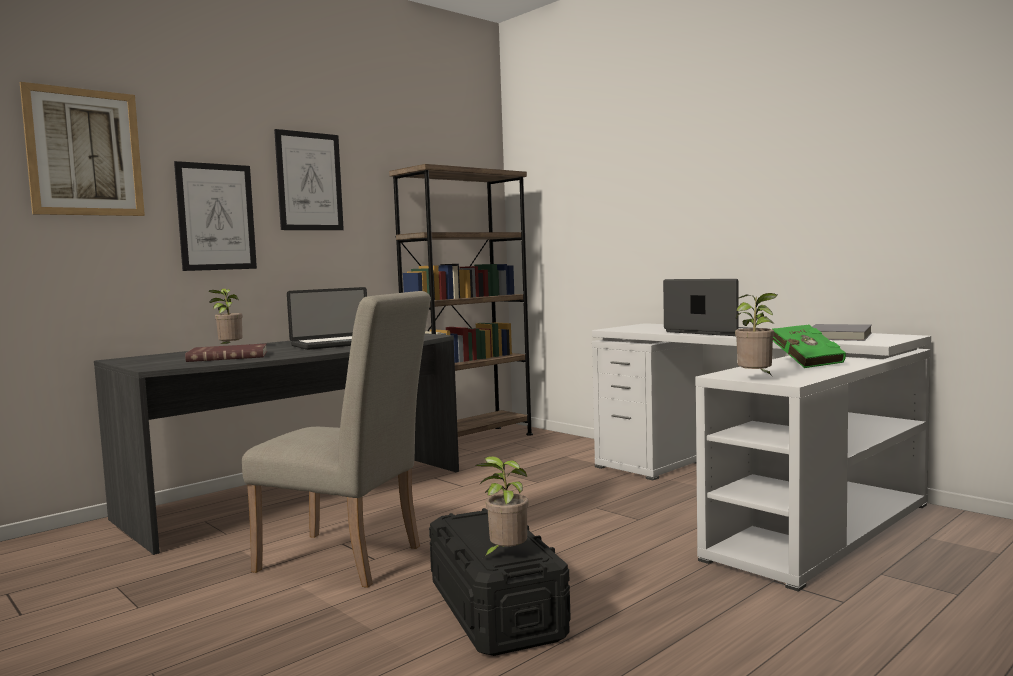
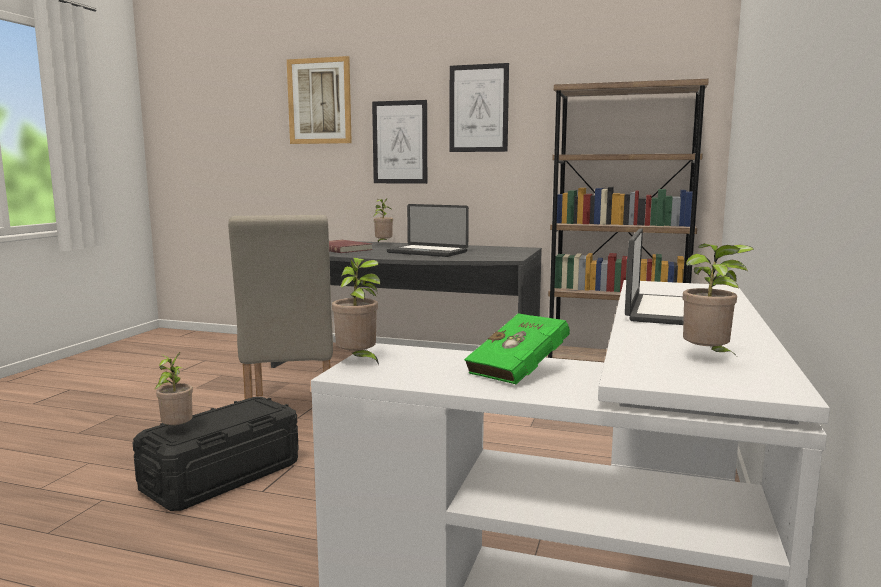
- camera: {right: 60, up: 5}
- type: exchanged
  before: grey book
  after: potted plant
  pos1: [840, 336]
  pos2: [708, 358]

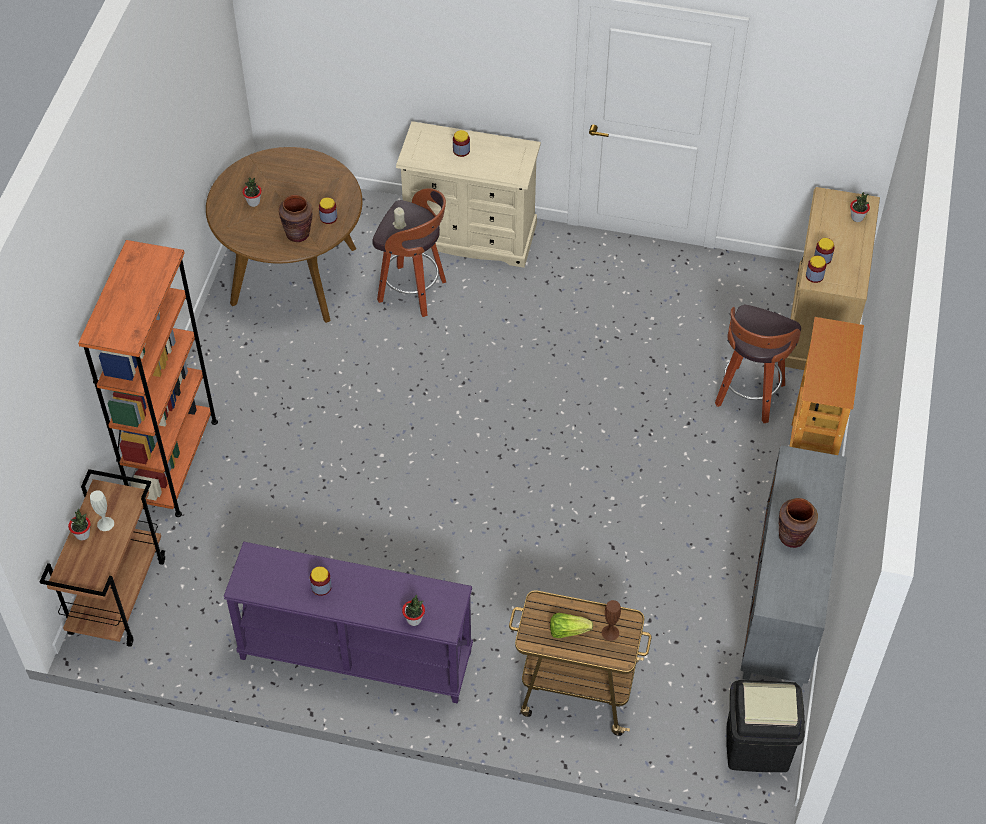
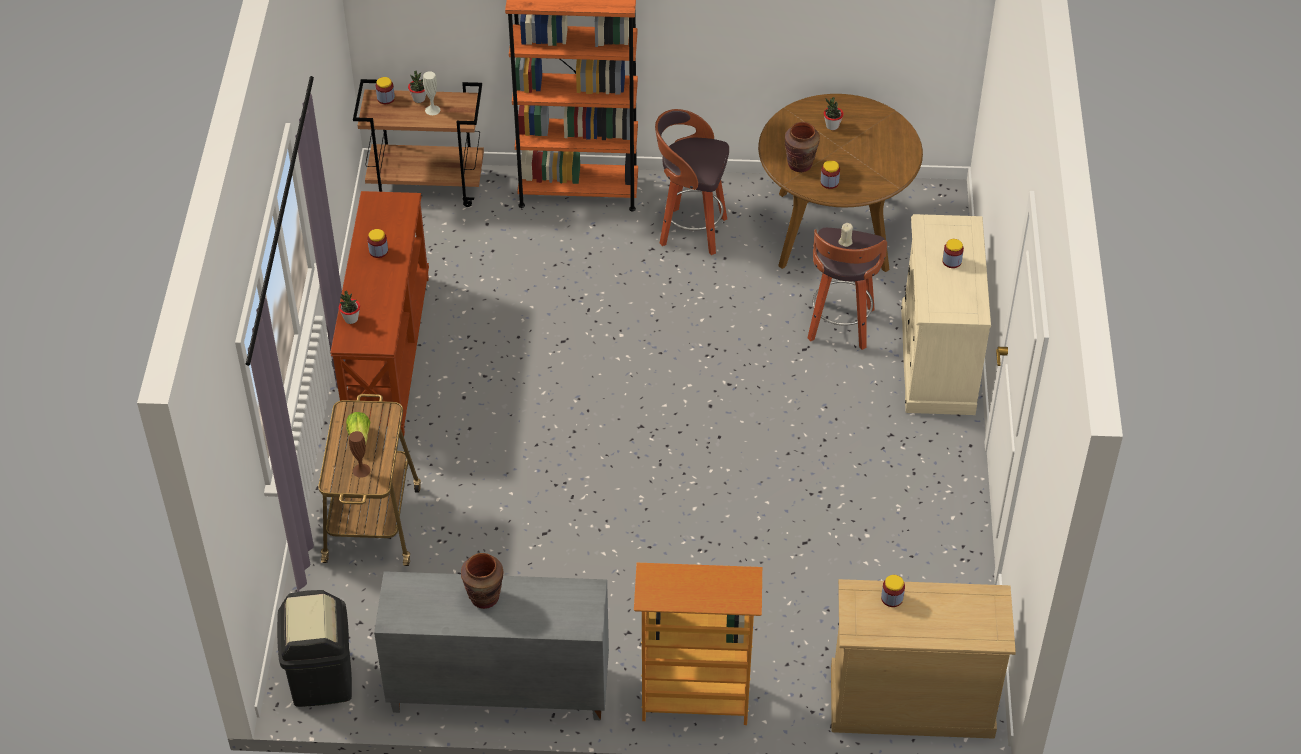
- camera: {right: 80, up: -5}
- type: missing
  before: potted plant
  pos1: [857, 217]
- type: relocated
  before: jar
  pos1: [814, 276]
  pos2: [386, 98]
- type: relocated
  before: stool
  pos1: [749, 396]
  pos2: [691, 231]
- type: colour
  before: purple console table
  after: brown console table
  pos1: [355, 656]
  pos2: [387, 353]

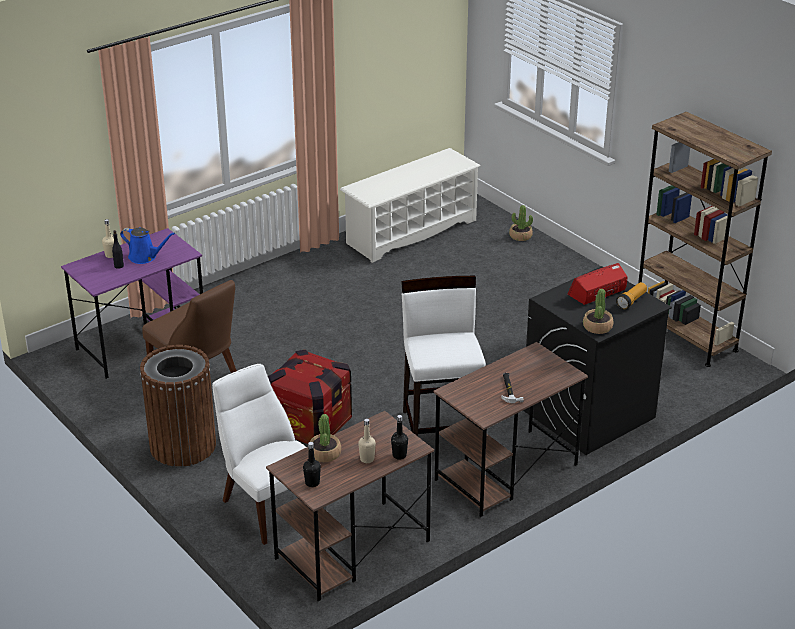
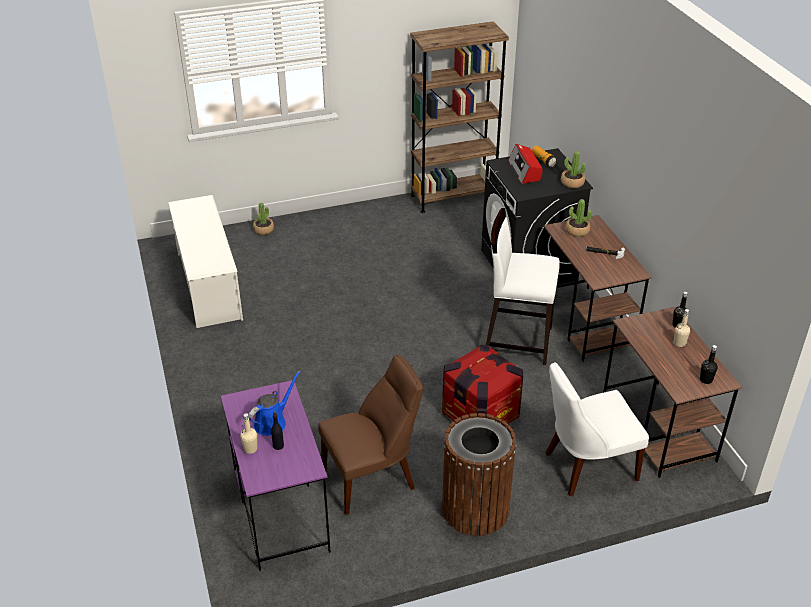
- camera: {right: -70, up: 5}
- type: relocated
  before: potted plant
  pos1: [324, 453]
  pos2: [577, 231]

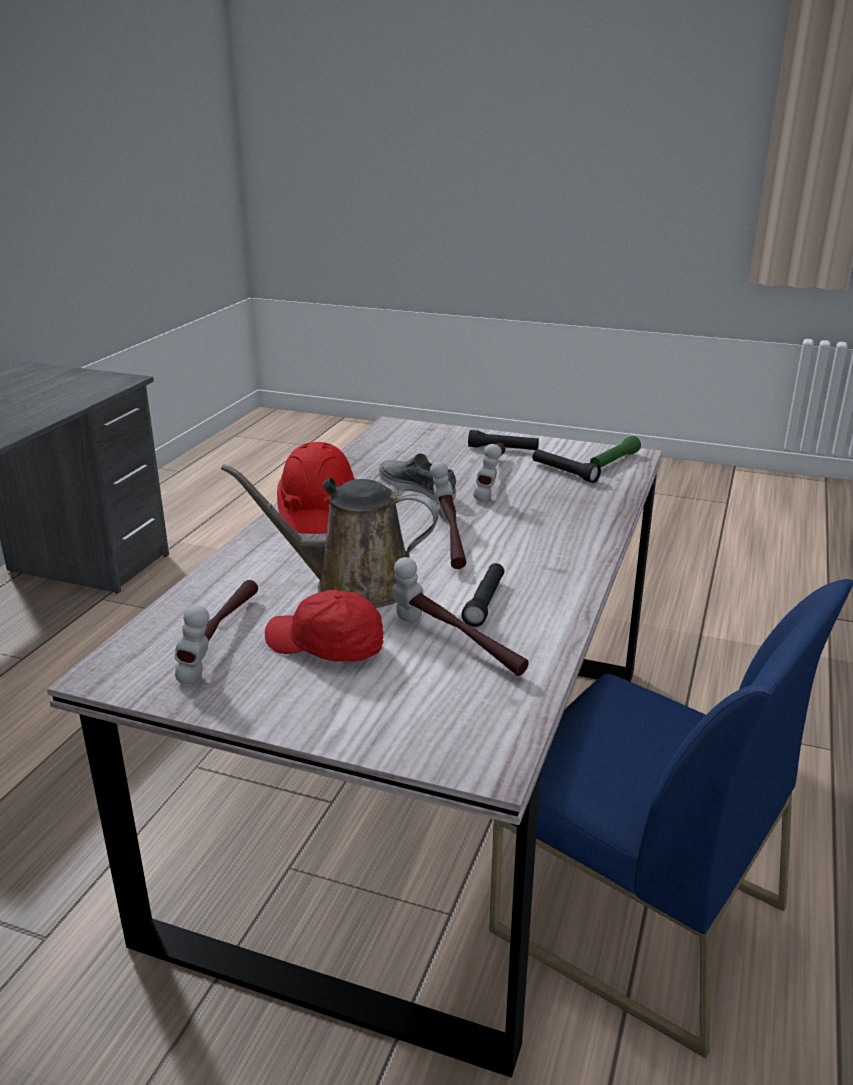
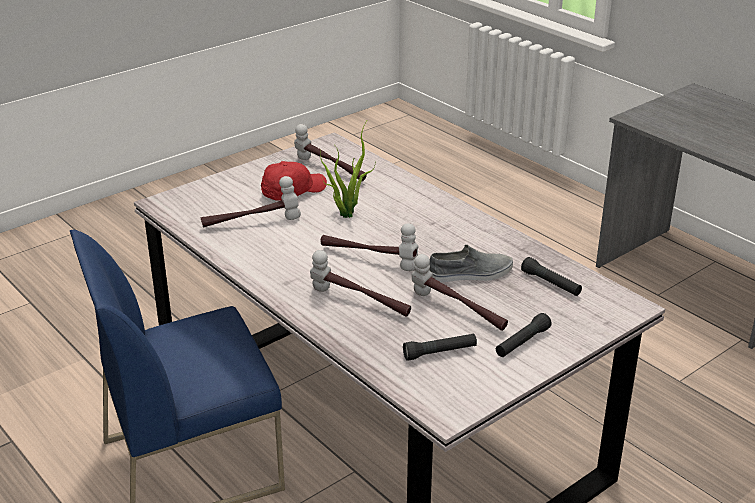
- camera: {right: 120, up: 5}
- type: missing
  before: green flashlight
  pos1: [614, 461]
- type: missing
  before: red hard hat
  pos1: [317, 512]
- type: exchanged
  before: brown watering can
  after: potted plant
  pos1: [353, 585]
  pos2: [346, 212]
- type: relocated
  before: black flashlight
  pos1: [485, 602]
  pos2: [551, 283]
- type: appeared
  after: hammer
  pos2: [359, 303]

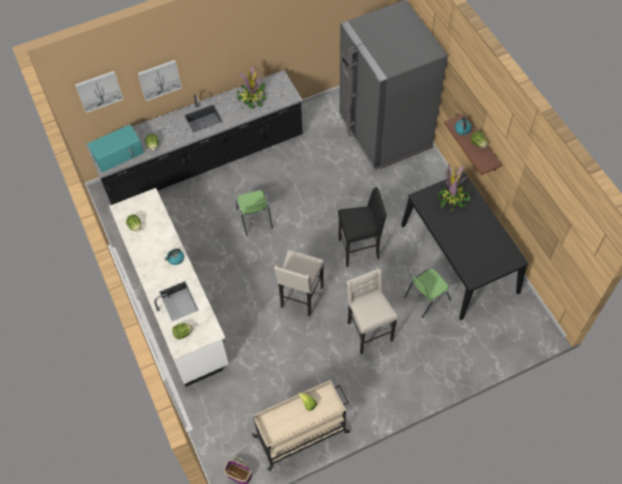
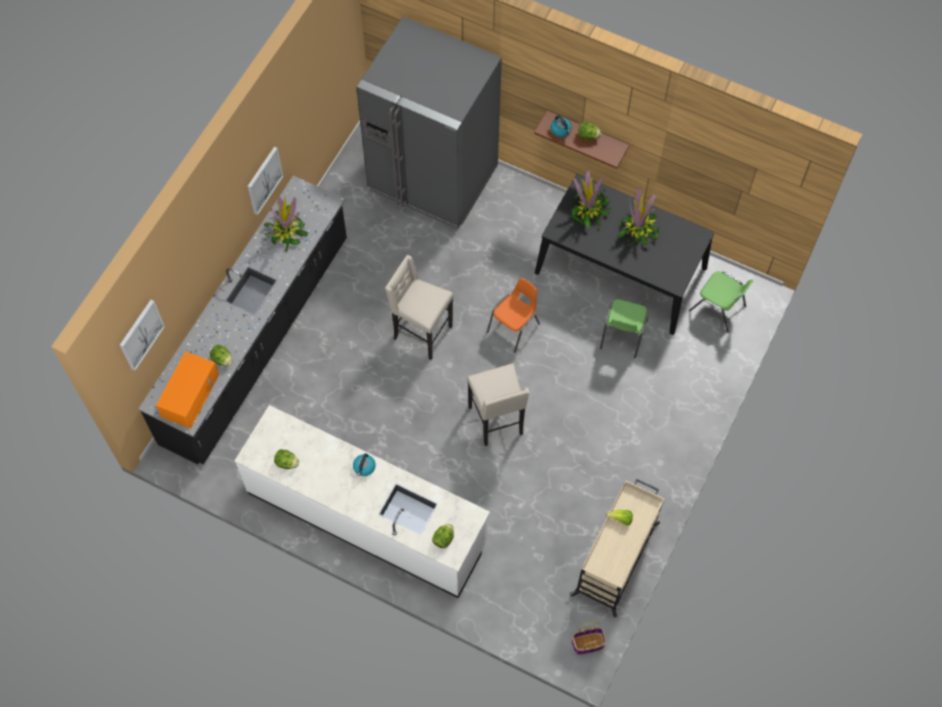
- camera: {right: -40, up: 5}
- type: relocated
  before: picture
  pos1: [159, 79]
  pos2: [264, 180]
- type: colour
  before: turquoise microwave
  after: orange microwave
  pos1: [119, 154]
  pos2: [190, 394]
- type: exchanged
  before: black stool
  after: orange chair
  pos1: [360, 249]
  pos2: [514, 328]
- type: relocated
  before: green chair
  pos1: [255, 219]
  pos2: [718, 309]
- type: relocated
  before: beige stool
  pos1: [368, 331]
  pos2: [421, 333]
- type: appeared
  after: potted plant
  pos2: [638, 230]

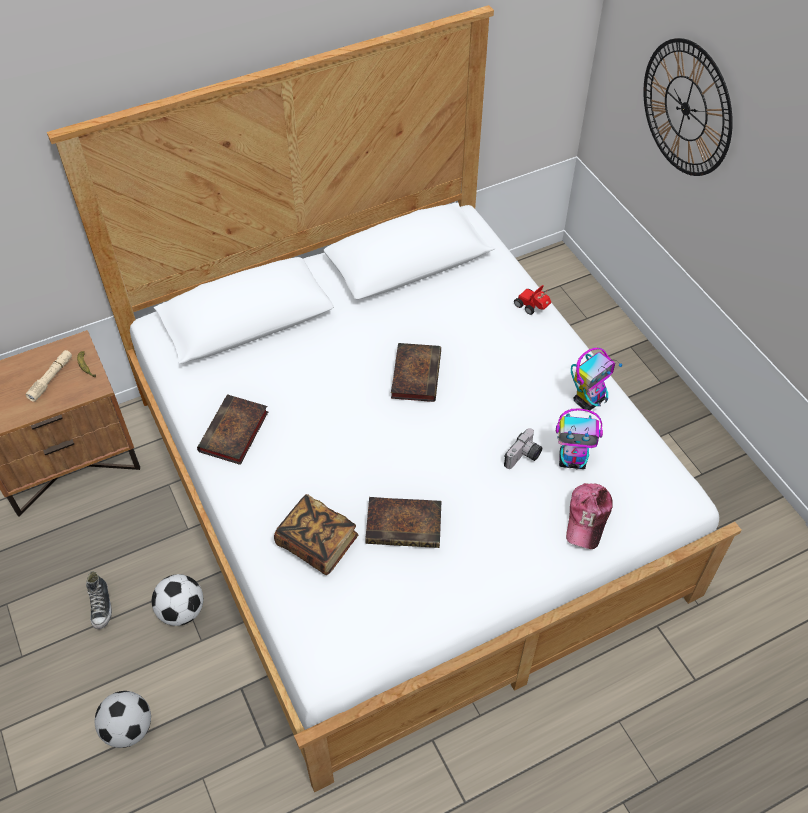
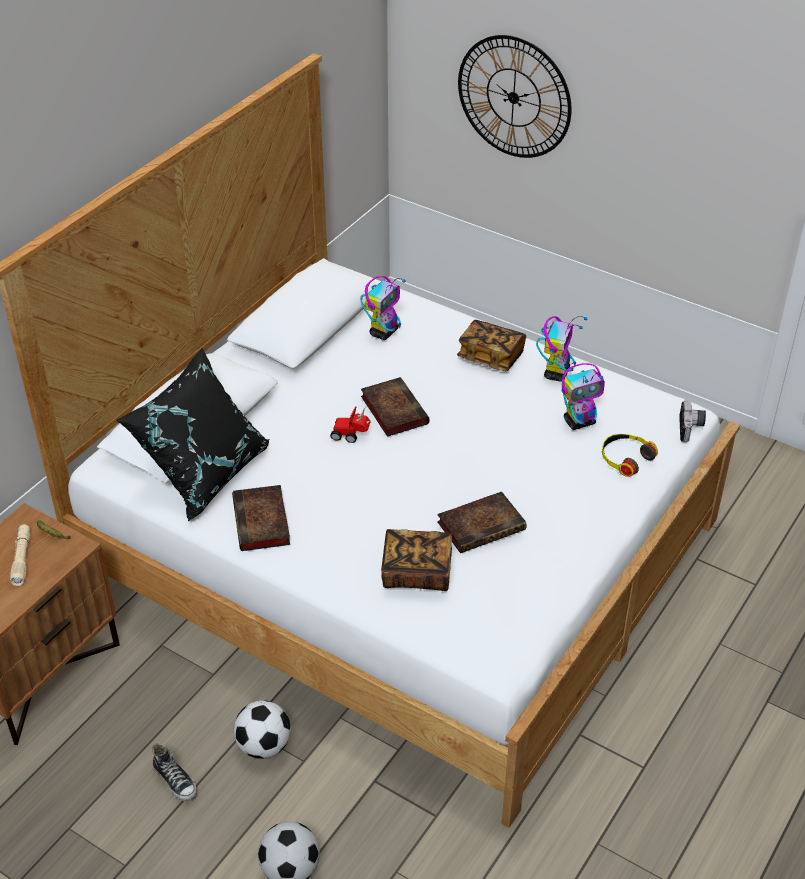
- camera: {right: -30, up: -10}
- type: relocated
  before: toy car
  pos1: [533, 307]
  pos2: [351, 434]
- type: relocated
  before: photo camera
  pos1: [524, 457]
  pos2: [691, 428]
- type: exchanged
  before: cap
  after: headphones
  pos1: [587, 518]
  pos2: [625, 458]
- type: appeared
  after: toy robot
  pos2: [384, 332]
- type: appeared
  after: book
  pos2: [491, 356]
- type: appeared
  after: black pillow
  pos2: [204, 471]

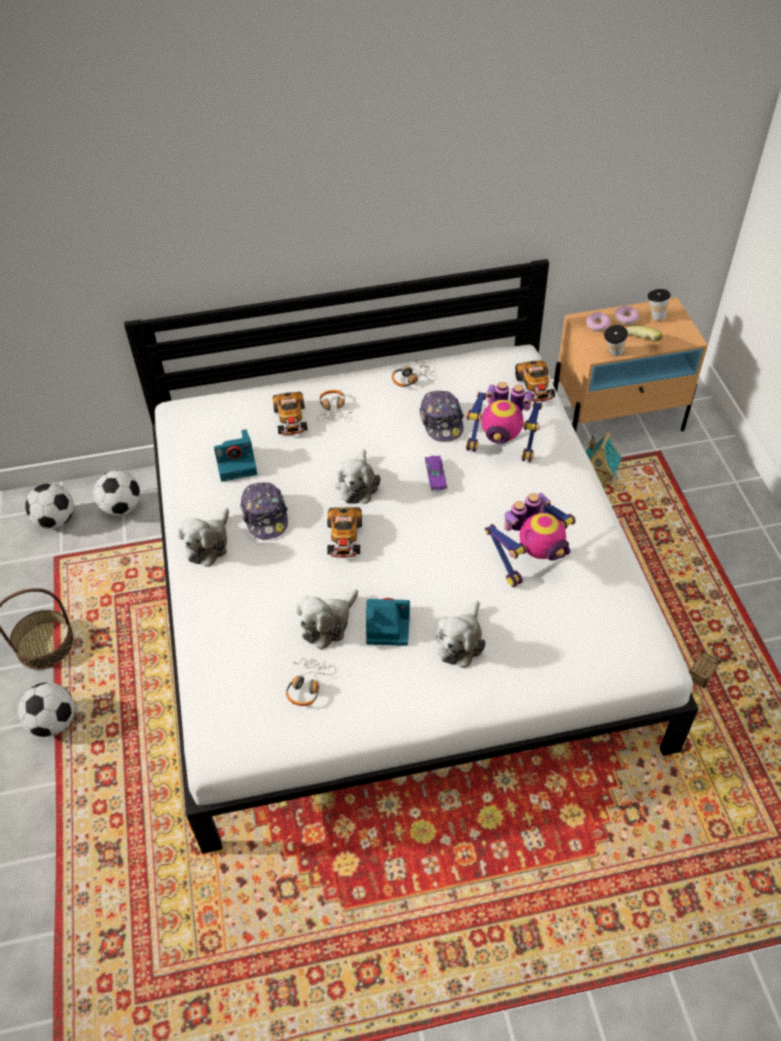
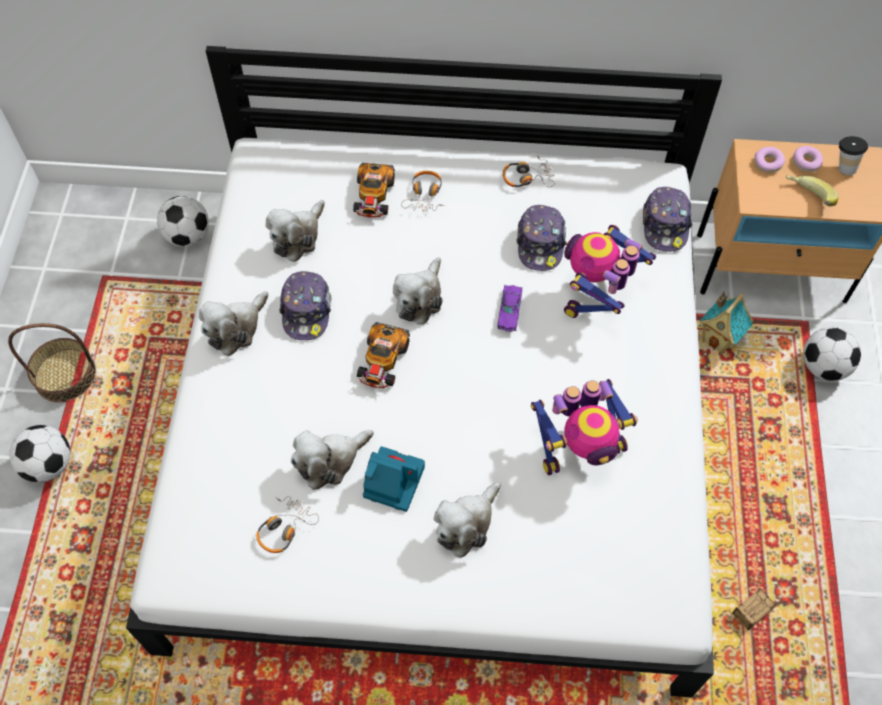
- camera: {right: 15, up: 10}
- type: missing
  before: cup
  pos1: [612, 354]
- type: exchanged
  before: toy car
  after: cap
  pos1: [535, 387]
  pos2: [665, 225]
- type: spun
  before: toy robot
  pos1: [501, 448]
  pos2: [597, 294]
  turn: 90
- type: exchanged
  before: photo camera
  after: plush toy
  pos1: [237, 463]
  pos2: [298, 237]
- type: relocated
  before: football
  pos1: [56, 520]
  pos2: [823, 367]

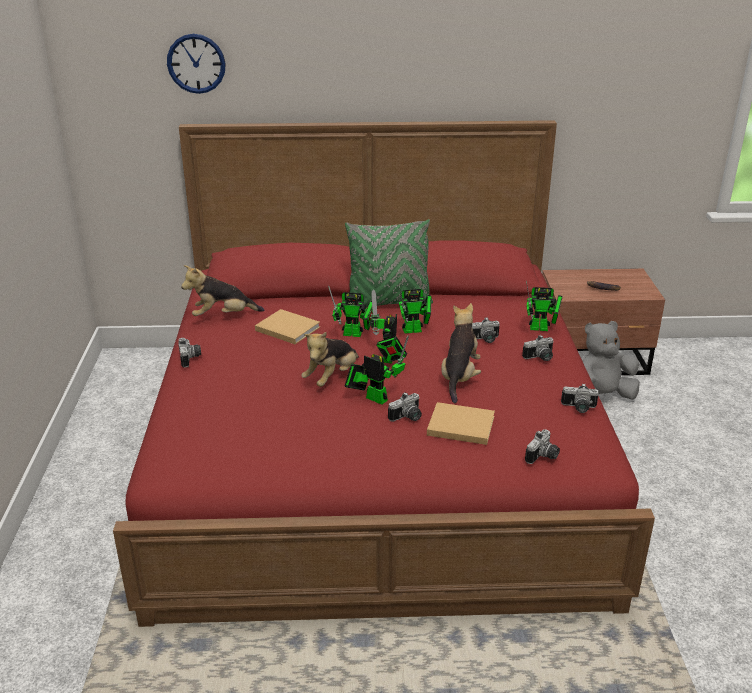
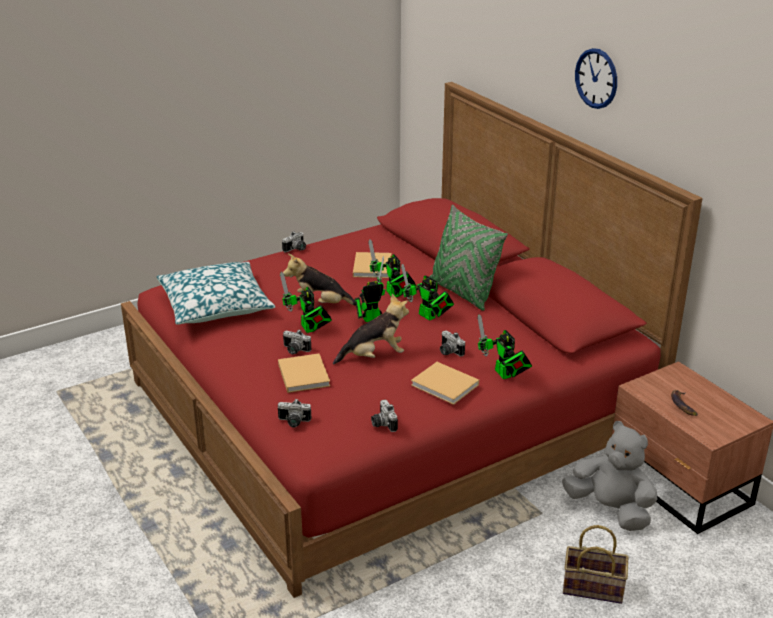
- camera: {right: 60, up: 0}
- type: relocated
  before: wall clock
  pos1: [196, 63]
  pos2: [596, 78]
- type: missing
  before: plush toy
  pos1: [222, 316]
- type: spun
  before: toy robot
  pos1: [373, 398]
  pos2: [308, 329]
  turn: 150
- type: exchanged
  before: photo camera
  after: beige book
  pos1: [540, 358]
  pos2: [446, 385]
- type: appeared
  after: pillow
  pos2: [215, 305]
- type: appeared
  after: basket
  pos2: [594, 587]

